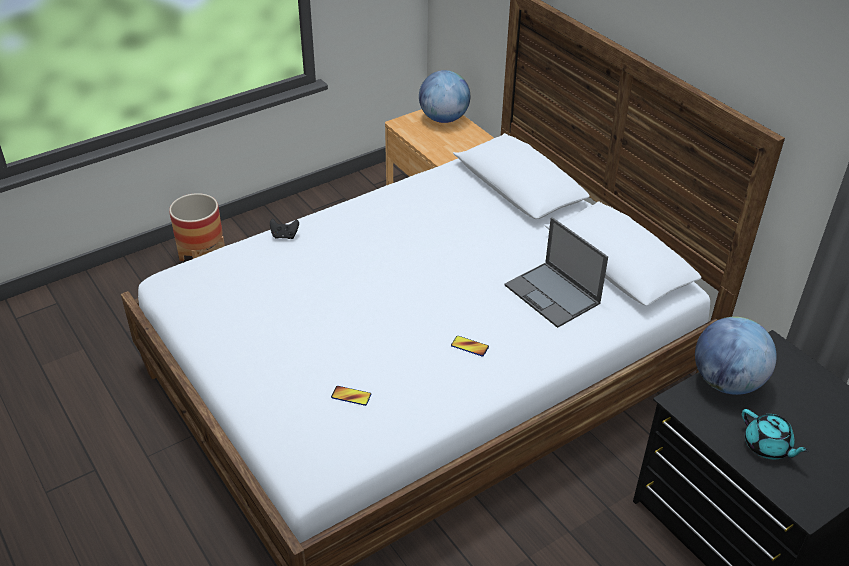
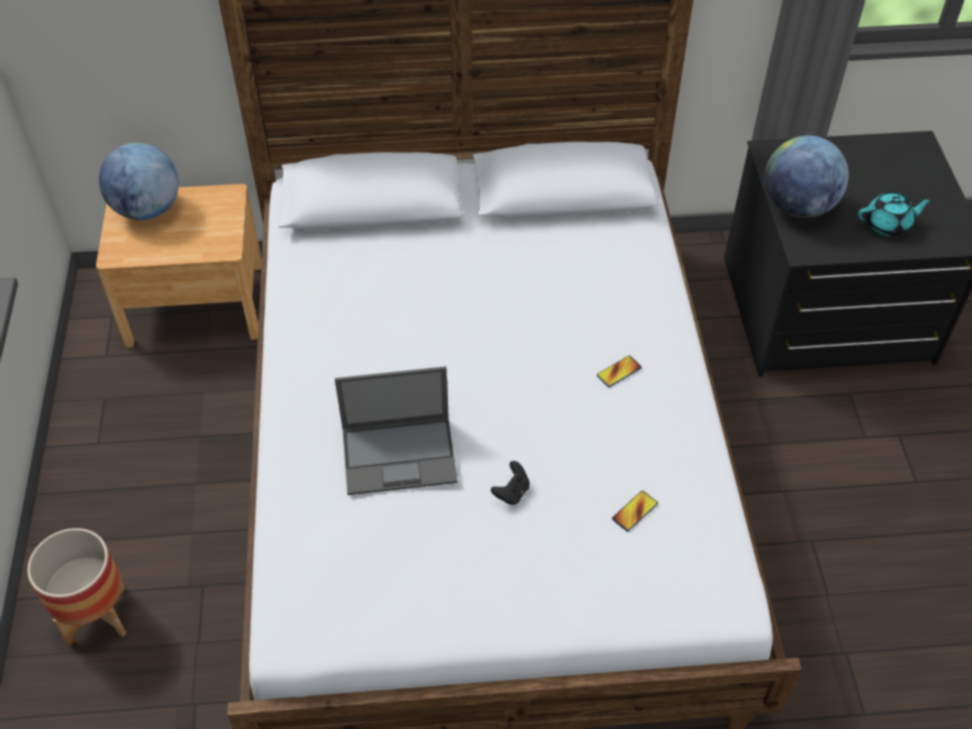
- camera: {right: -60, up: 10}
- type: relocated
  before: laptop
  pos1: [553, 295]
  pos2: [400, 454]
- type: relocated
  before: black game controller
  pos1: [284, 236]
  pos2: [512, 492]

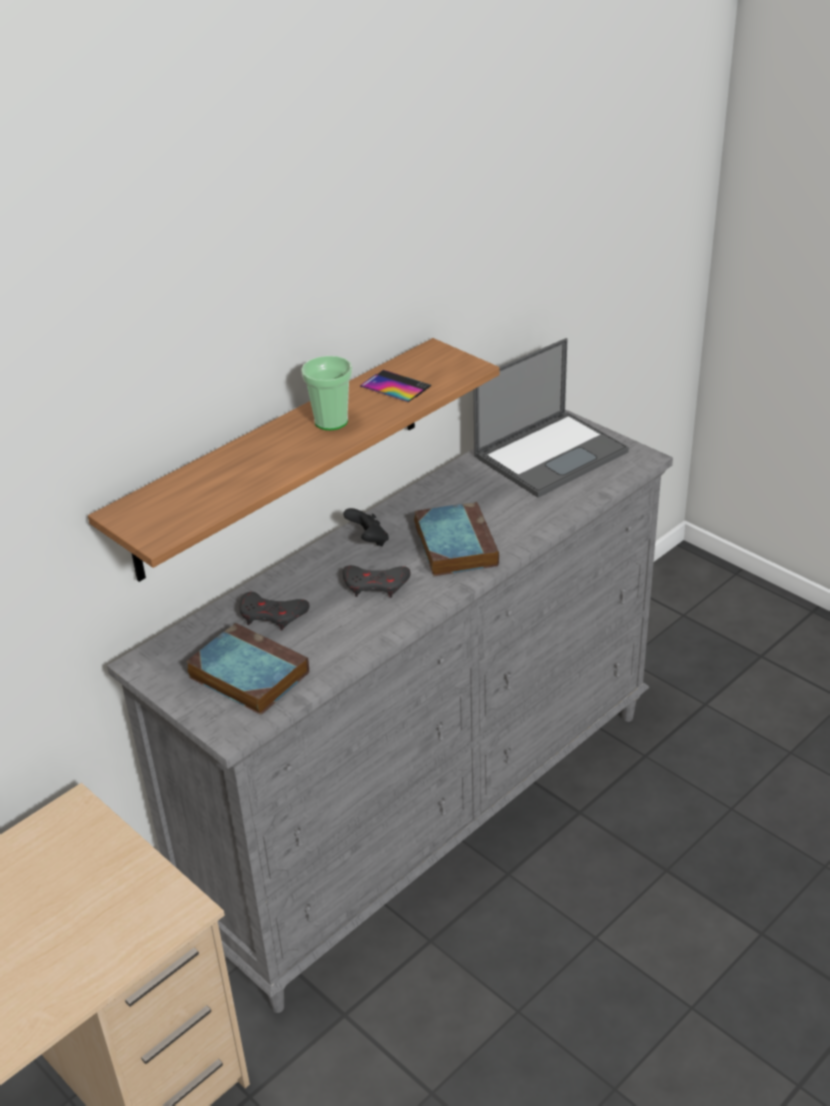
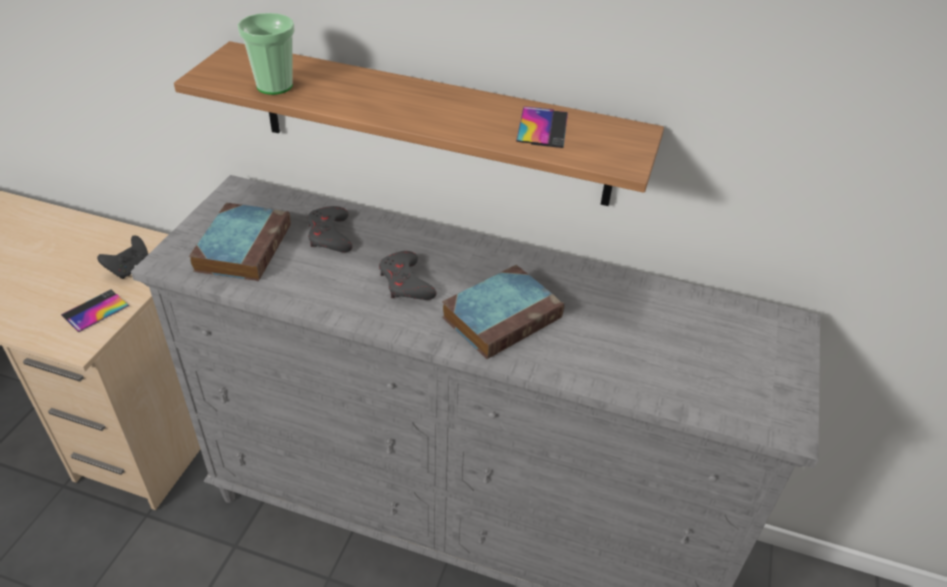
- camera: {right: 60, up: 5}
- type: missing
  before: laptop
  pos1: [551, 453]
- type: relocated
  before: cup
  pos1: [331, 421]
  pos2: [274, 86]
- type: relocated
  before: black game controller
  pos1: [368, 540]
  pos2: [130, 269]
- type: appeared
  after: phone
  pos2: [95, 311]

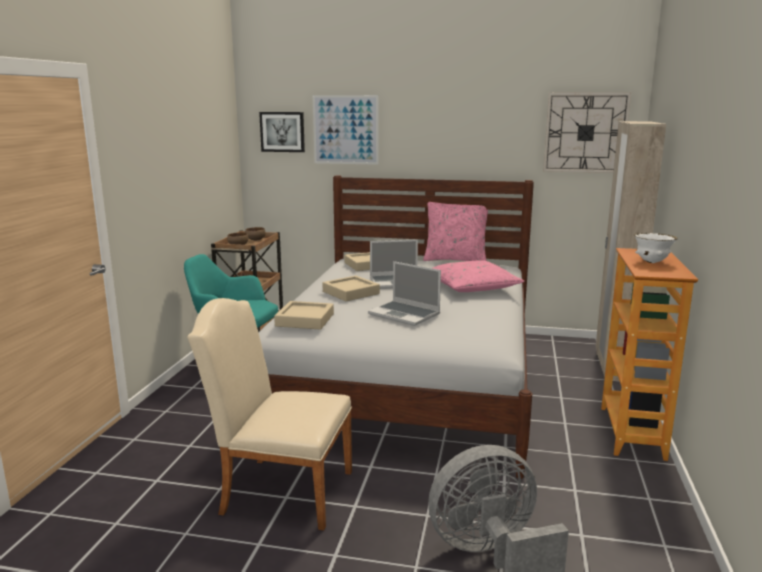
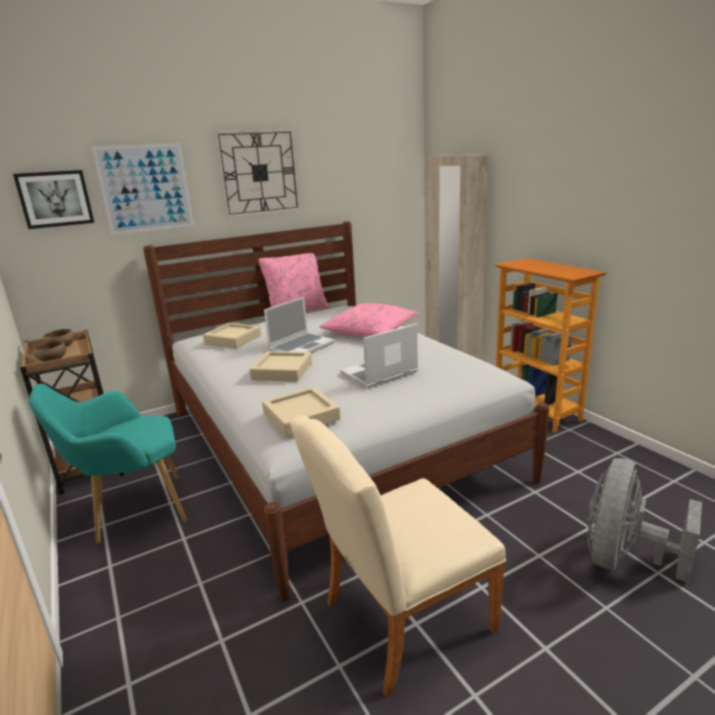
- camera: {right: -40, up: 5}
- type: relocated
  before: wall clock
  pos1: [585, 132]
  pos2: [259, 173]
- type: missing
  before: white bowl
  pos1: [652, 262]
- type: spun
  before: laptop
  pos1: [405, 314]
  pos2: [379, 373]
  turn: 150

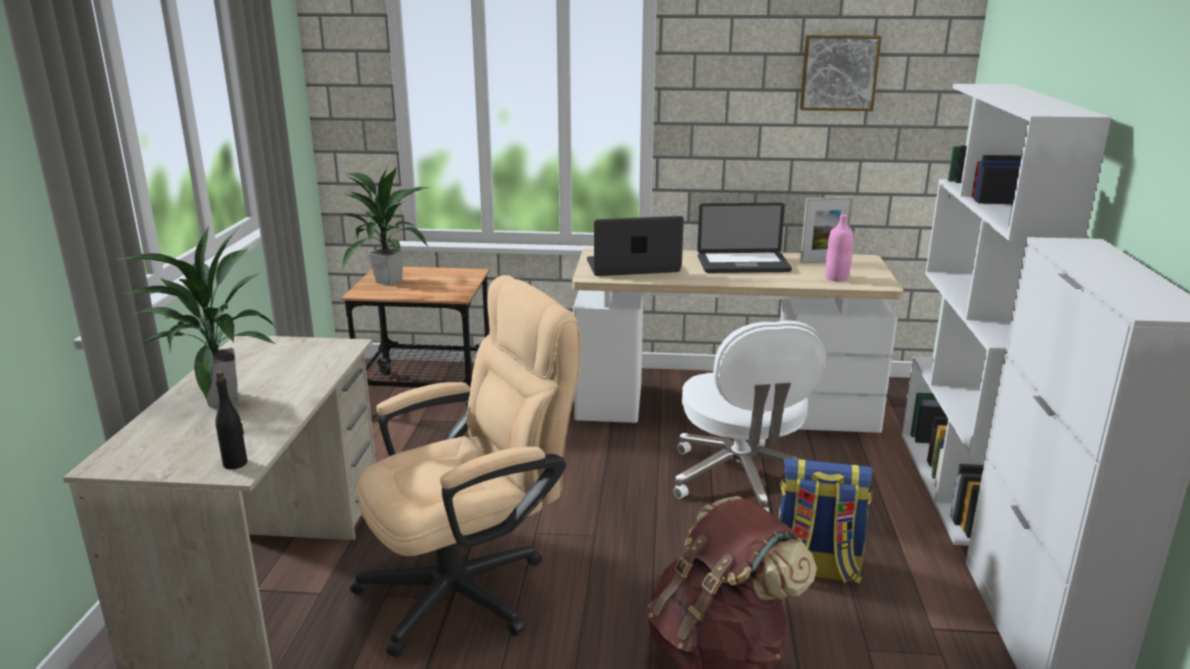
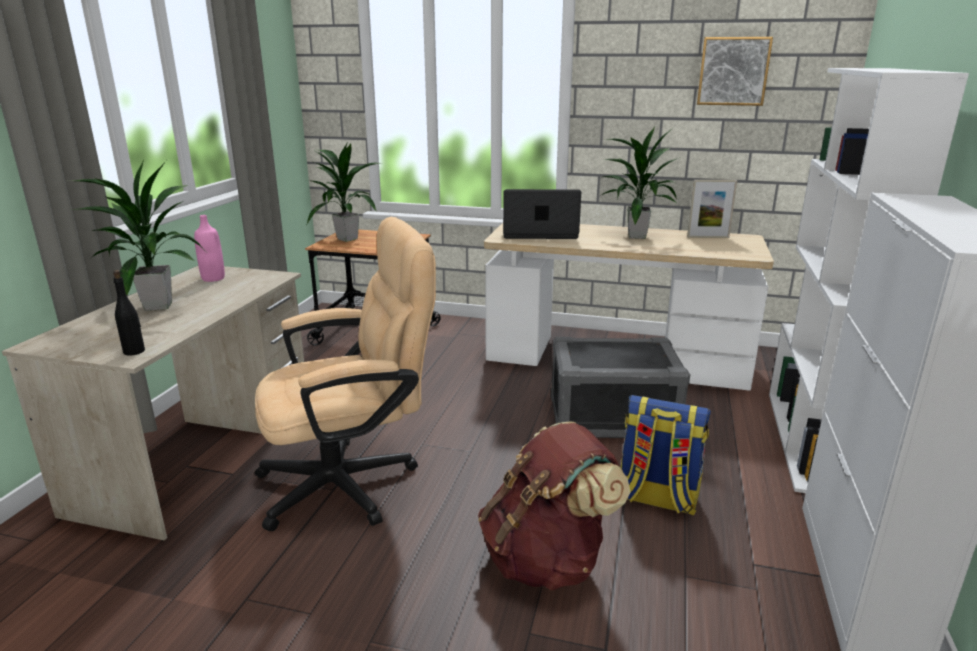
- camera: {right: 10, up: 0}
- type: exchanged
  before: laptop
  after: potted plant
  pos1: [743, 264]
  pos2: [635, 236]
- type: relocated
  before: pink bottle
  pos1: [836, 278]
  pos2: [213, 278]
- type: exchanged
  before: white office chair
  after: grey storage box
  pos1: [741, 480]
  pos2: [612, 418]

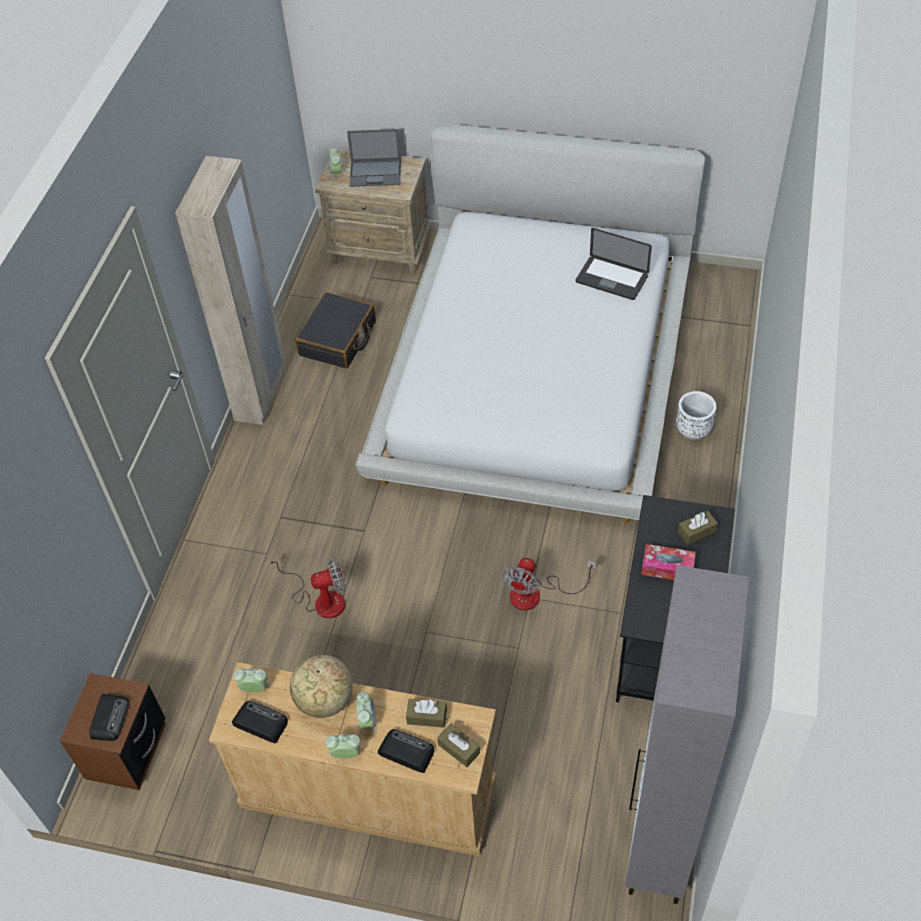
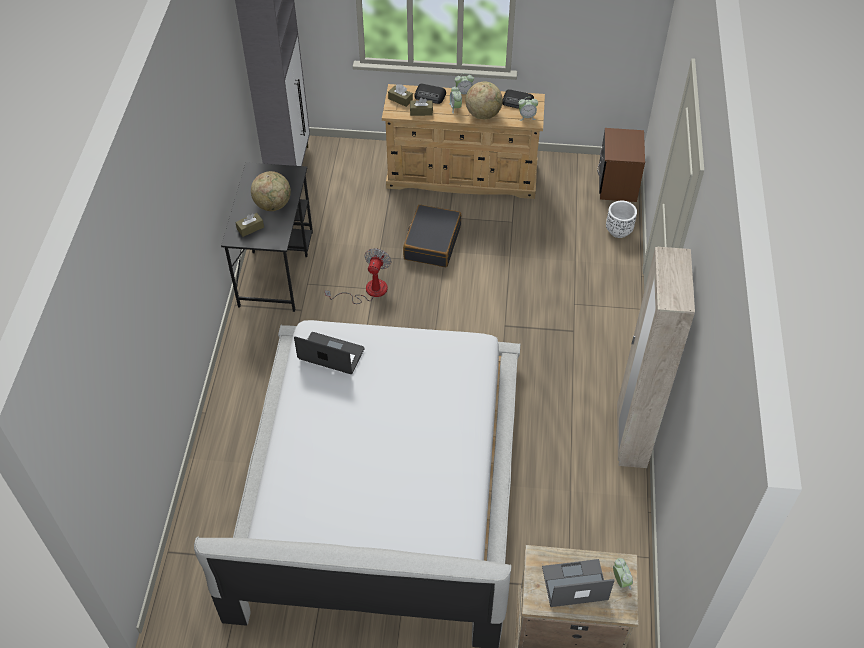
- camera: {right: 170, up: 0}
- type: relocated
  before: laptop
  pos1: [611, 279]
  pos2: [331, 354]
- type: relocated
  before: black suitcase
  pos1: [338, 339]
  pos2: [432, 242]
- type: relocated
  before: white planter
  pos1: [693, 430]
  pos2: [618, 231]
- type: exchanged
  before: tissue box
  after: globe
  pos1: [667, 568]
  pos2: [273, 205]
- type: missing
  before: fan
  pos1: [320, 599]
- type: missing
  before: radio
  pos1: [110, 718]

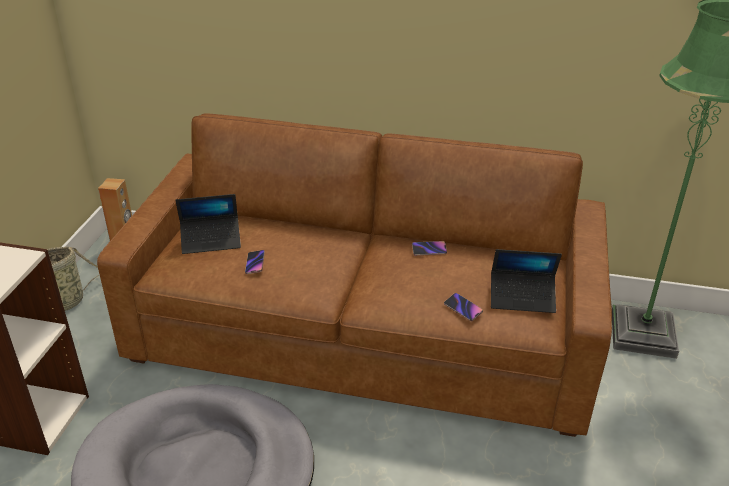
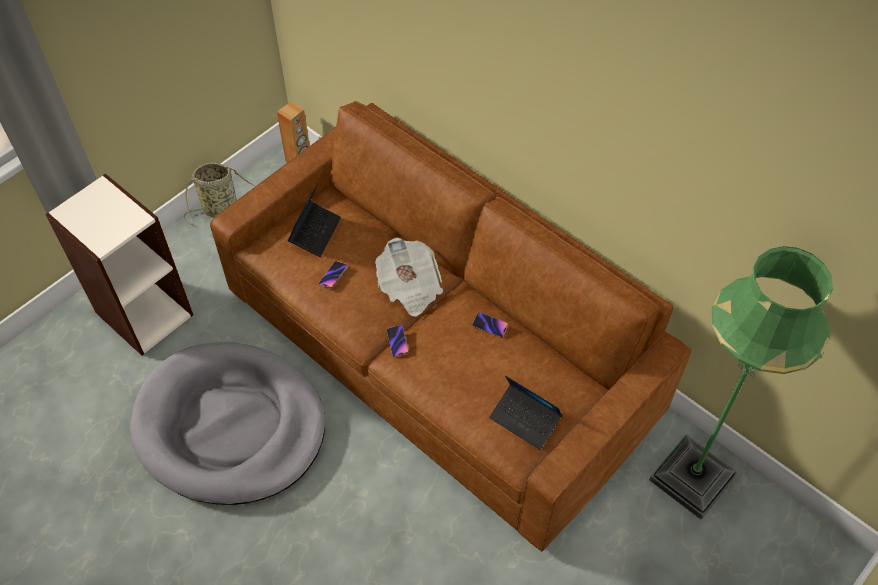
- camera: {right: 30, up: 20}
- type: spun
  before: laptop
  pos1: [211, 240]
  pos2: [315, 232]
  turn: -90
- type: relocated
  before: phone
  pos1: [463, 308]
  pos2: [397, 342]
- type: appeared
  after: newspaper
  pos2: [409, 287]

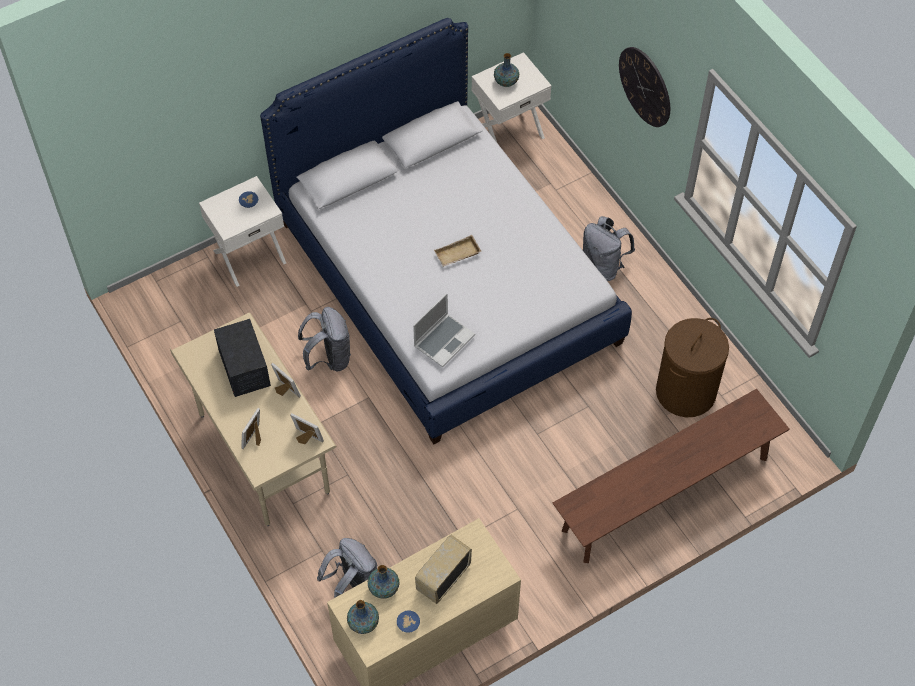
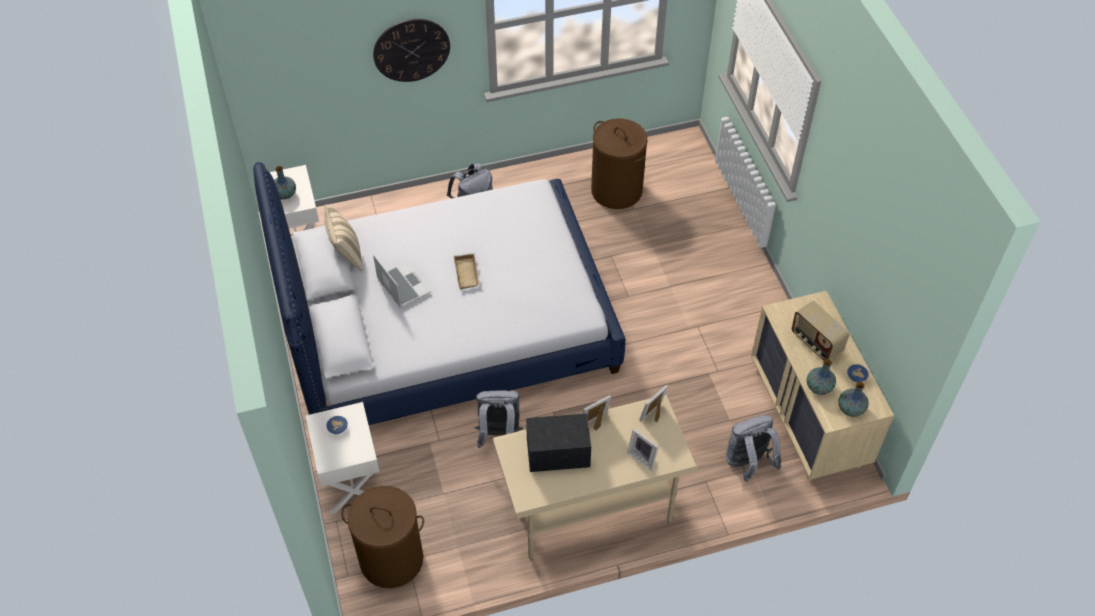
- camera: {right: -75, up: -5}
- type: relocated
  before: laptop
  pos1: [444, 340]
  pos2: [402, 286]
- type: missing
  before: brown bench
  pos1: [665, 494]
- type: appeared
  after: beige pillow
  pos2: [346, 254]
- type: appeared
  after: brown laundry basket
  pos2: [392, 559]

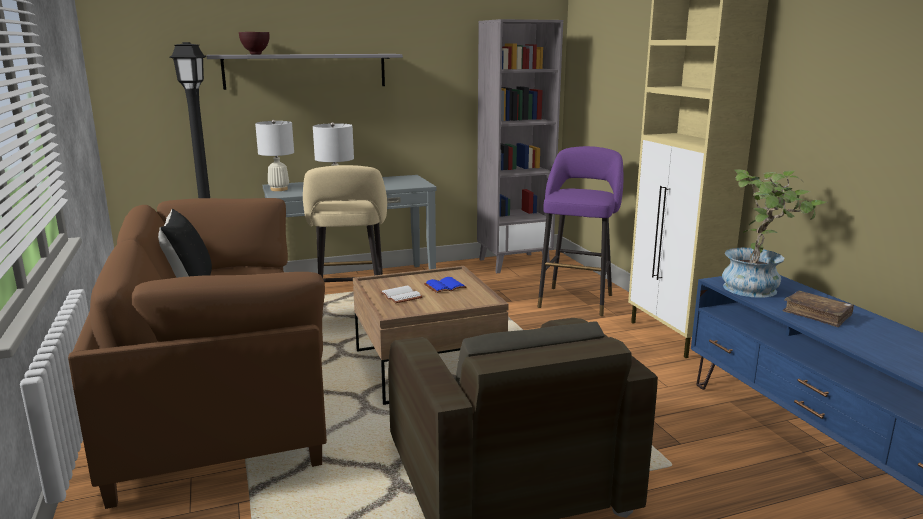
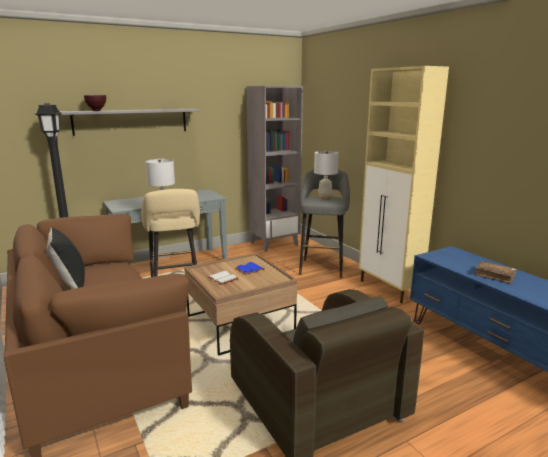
- camera: {right: -10, up: 0}
- type: relocated
  before: white table lamp
  pos1: [279, 189]
  pos2: [324, 197]
- type: colour
  before: purple stool
  after: grey stool
  pos1: [577, 299]
  pos2: [322, 267]
- type: missing
  before: potted plant
  pos1: [758, 289]

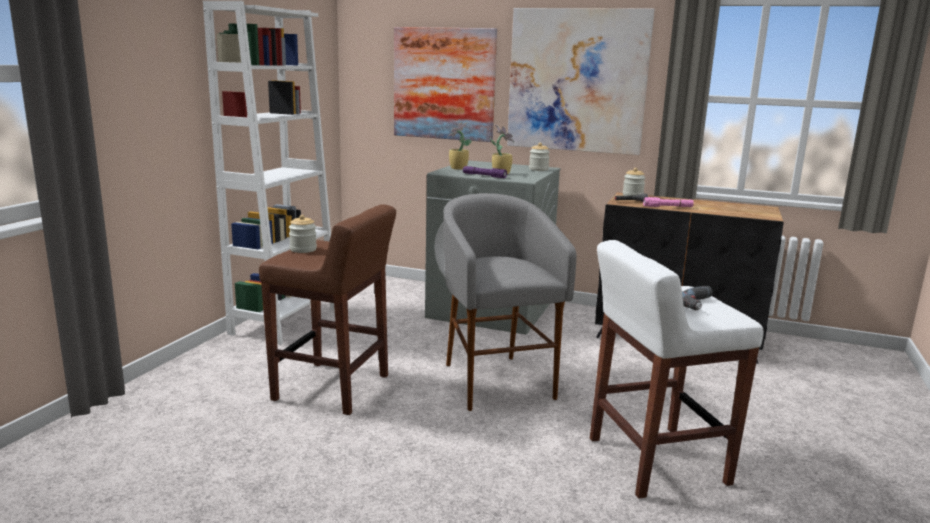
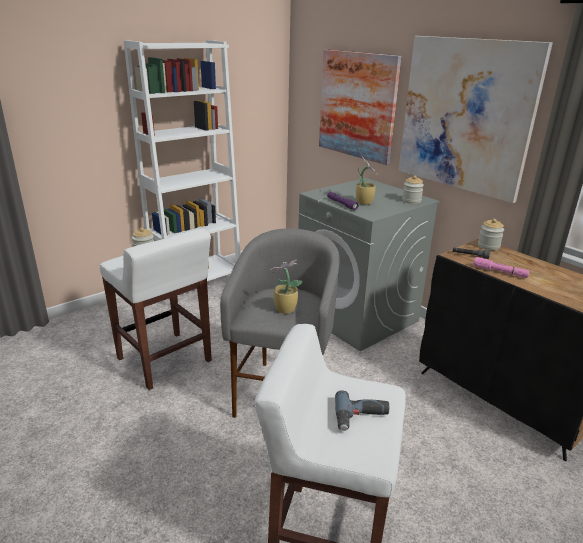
- camera: {right: 30, up: 10}
- type: relocated
  before: potted plant
  pos1: [457, 168]
  pos2: [284, 309]
- type: colour
  before: brown stool
  after: white stool
  pos1: [333, 388]
  pos2: [165, 361]

